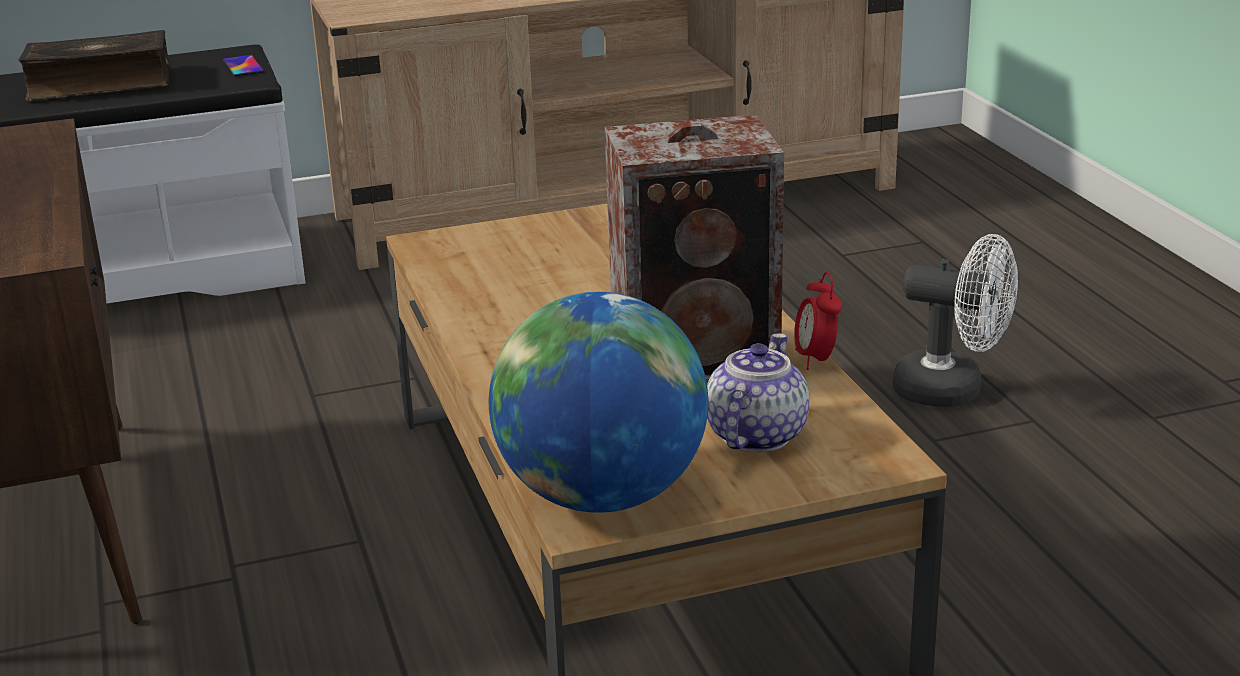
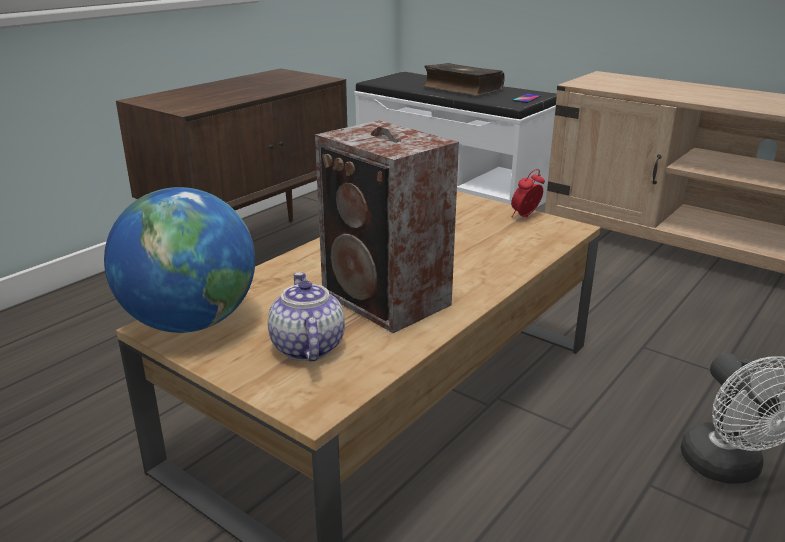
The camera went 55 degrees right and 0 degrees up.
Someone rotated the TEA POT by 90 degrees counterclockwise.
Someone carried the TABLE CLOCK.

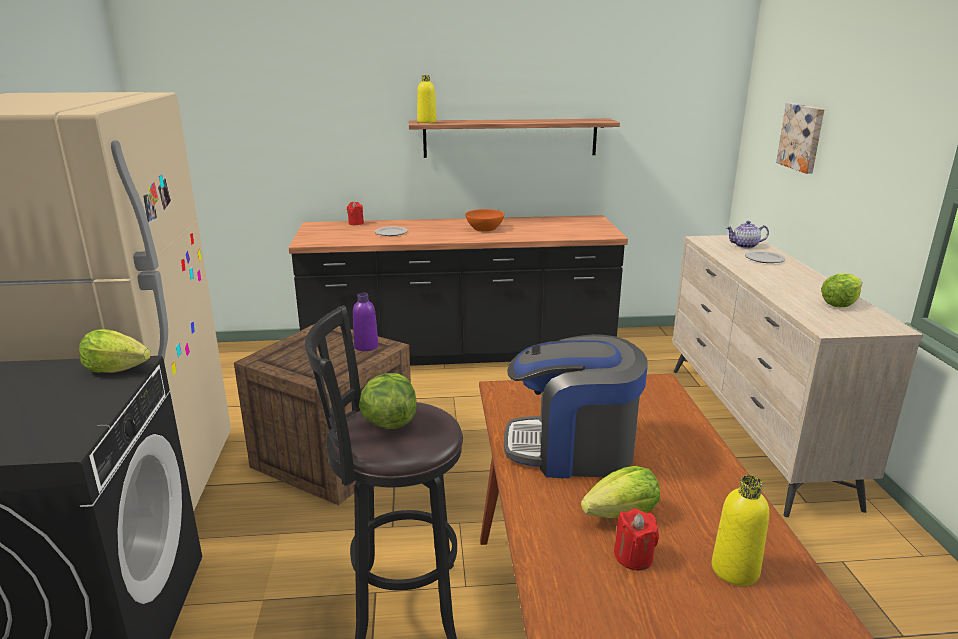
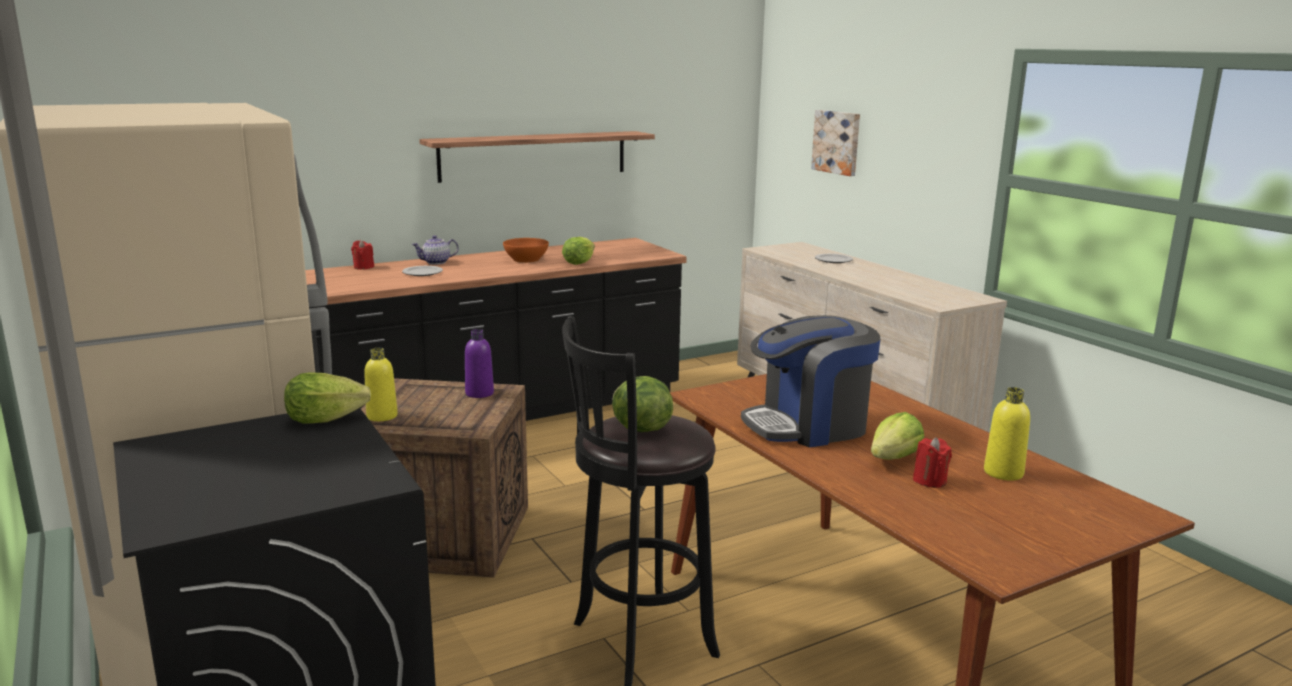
The camera went 25 degrees left and 5 degrees down.
Someone carried the YELLOW-COLOURED BOTTLE (1st from left).
Someone carried the TEA POT.
Someone carried the HEAD OF LETTUCE (4th from left in the first image).

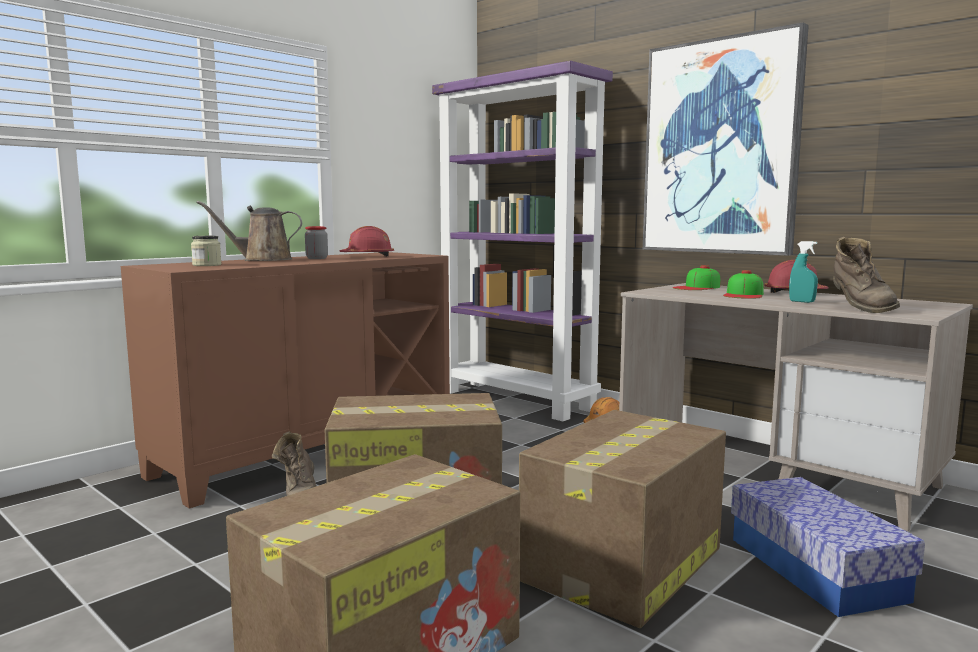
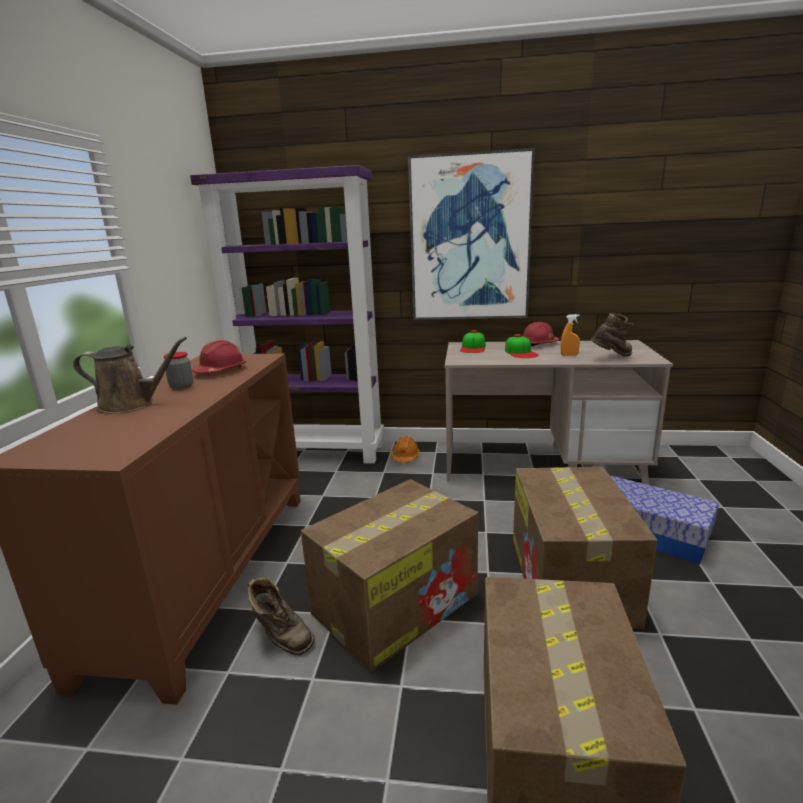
The camera went 35 degrees left and 10 degrees up.
Someone rotated the BROWN-COLOURED SPRINKLING CAN by 135 degrees counterclockwise.
Someone repainted the BLUE-GREEN SPRAYER, which became the ORANGE SPRAYER.
Someone rotated the BROWN-COLOURED TALL BOOT (2nd from left) by 75 degrees counterclockwise.
Someone took away the JAR (1st from left).

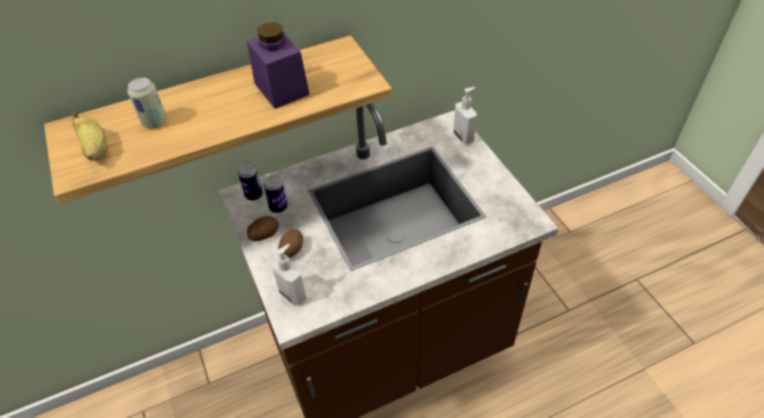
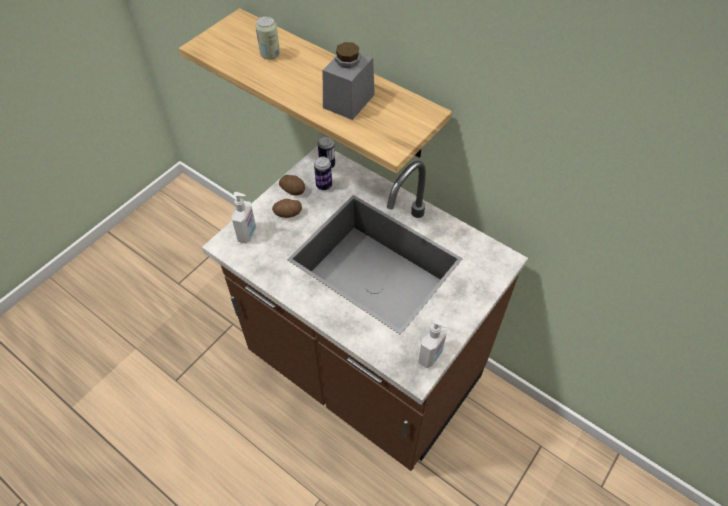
The camera went 60 degrees right and 5 degrees up.
Someone repainted the PURPLE JAR, which became the GREY JAR.
Someone carried the SOAP DISPENSER (2nd from left).
Someone took away the WHOLE BANANA.

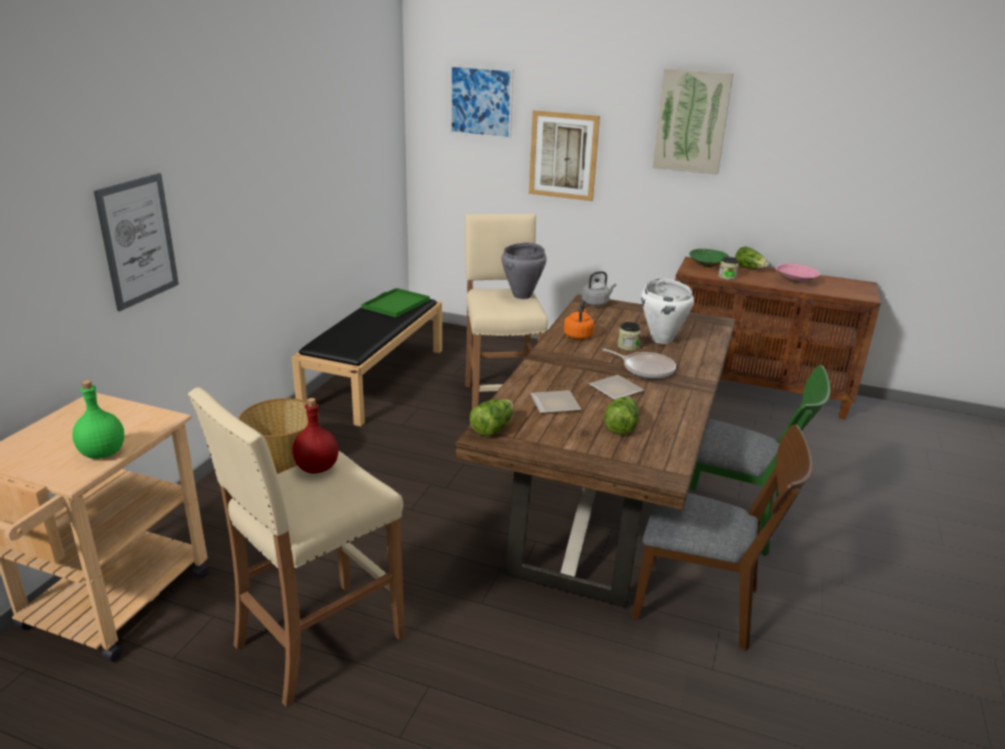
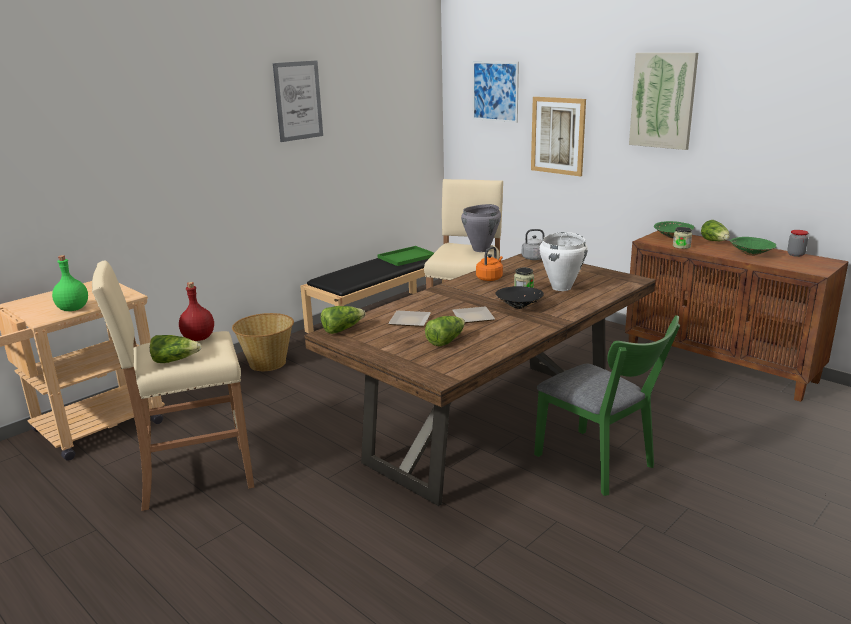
The camera went 25 degrees right and 5 degrees down.
Someone put down the HEAD OF LETTUCE (1st from left).
Someone carried the WALL PICTURE (1st from left).
Someone swapped the PAN for the BLACK DEEP DISH.
Someone repainted the PINK DEEP DISH, which became the GREEN-COLOURED DEEP DISH (2nd from left).
Someone put down the JAR (3rd from left).
Someone took away the BROWN-COLOURED CHAIR.

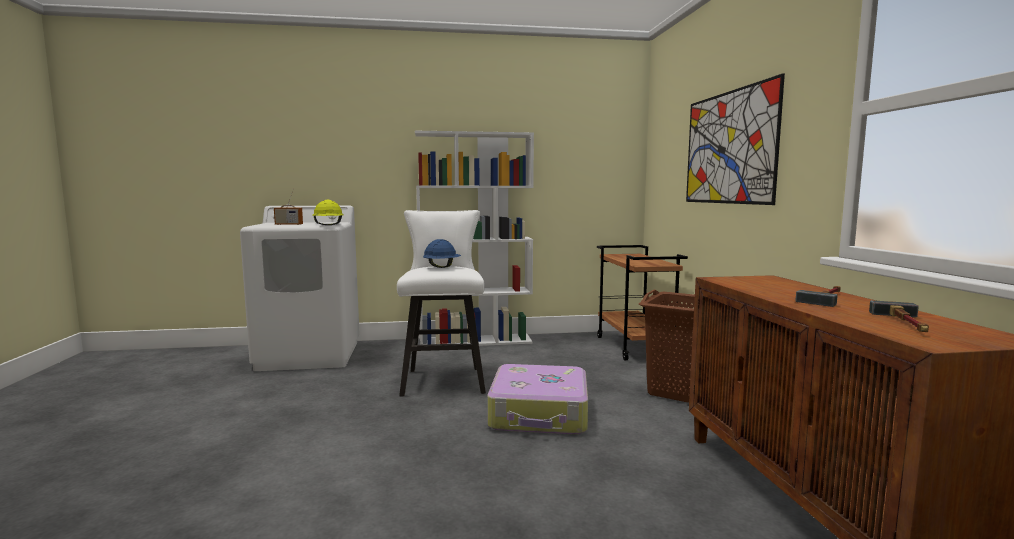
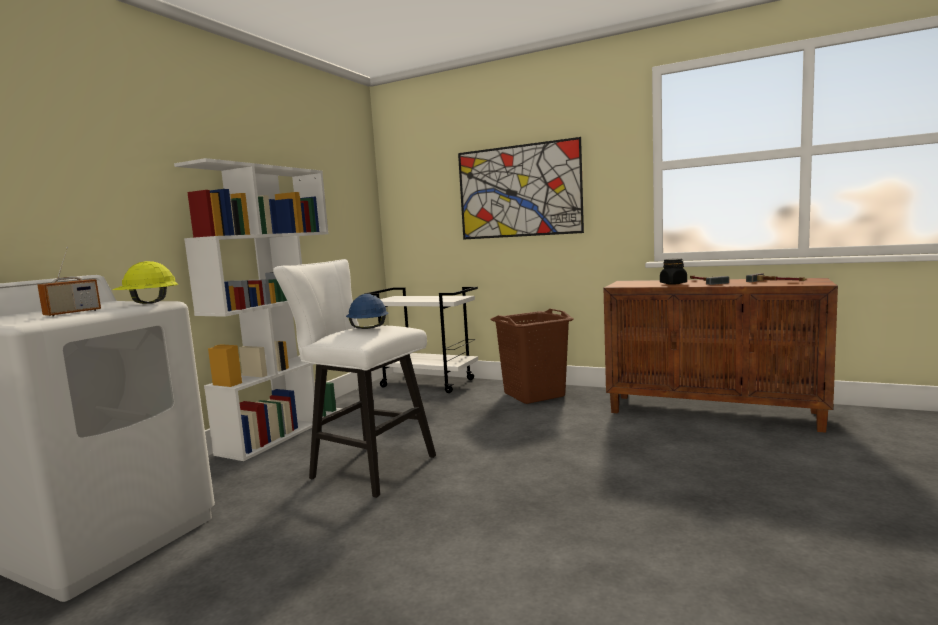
The camera went 55 degrees left and 0 degrees up.
Someone repainted the BROWN-COLOURED TROLLEY, which became the WHITISH TROLLEY.
Someone put down the BLACK JAR.
Someone took away the PIECE OF LUGGAGE.

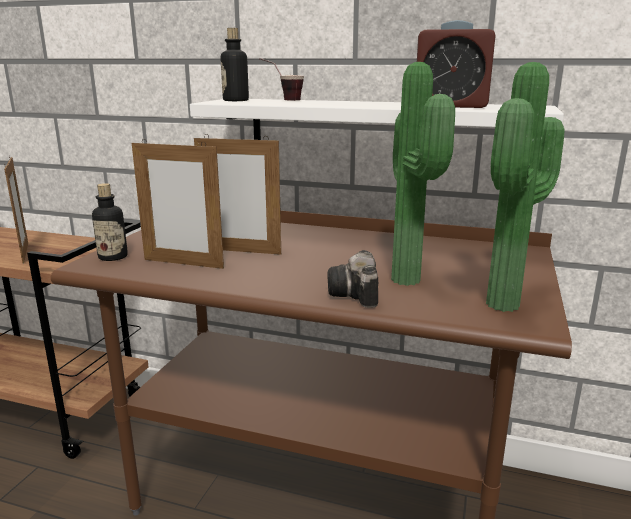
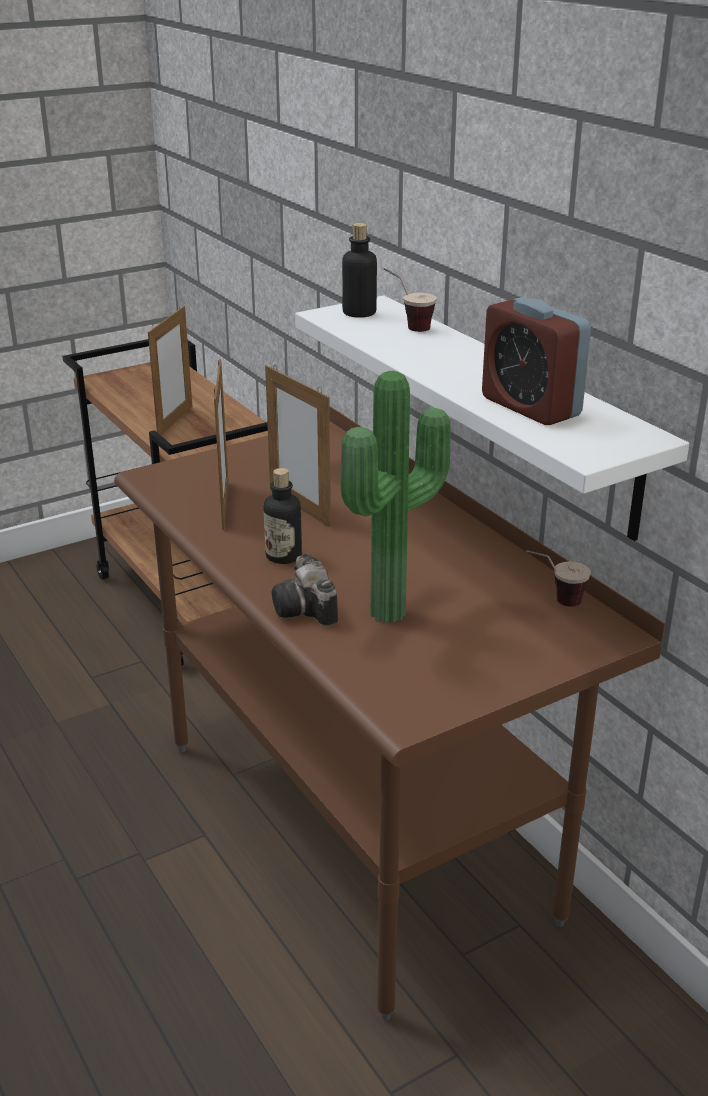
The camera went 40 degrees right and 10 degrees up.
Someone rotated the PHOTO FRAME (2nd from left) by 150 degrees counterclockwise.
Someone carried the BOTTLE (1st from left).
Someone rotated the STILL CAMERA by 60 degrees counterclockwise.
Someone put down the CUP (2nd from left).
Someone took away the HOUSEPLANT (2nd from left).

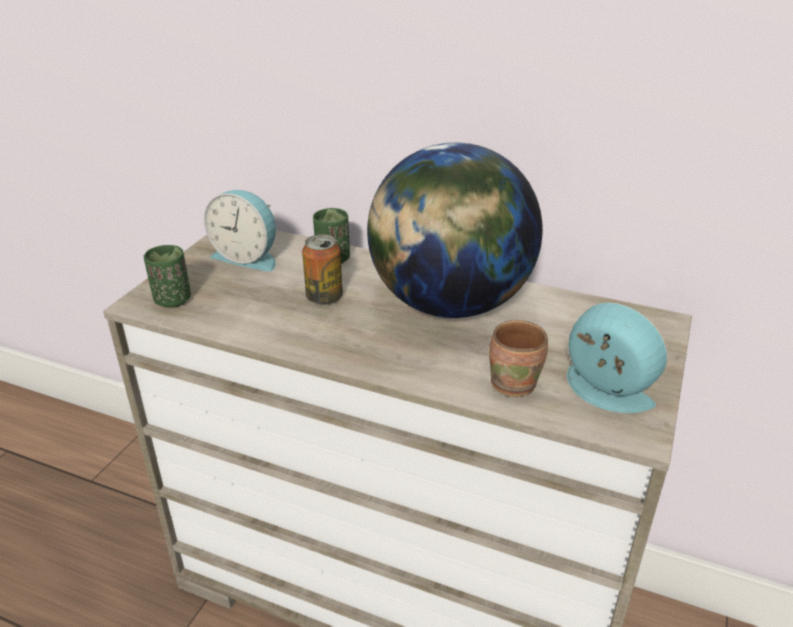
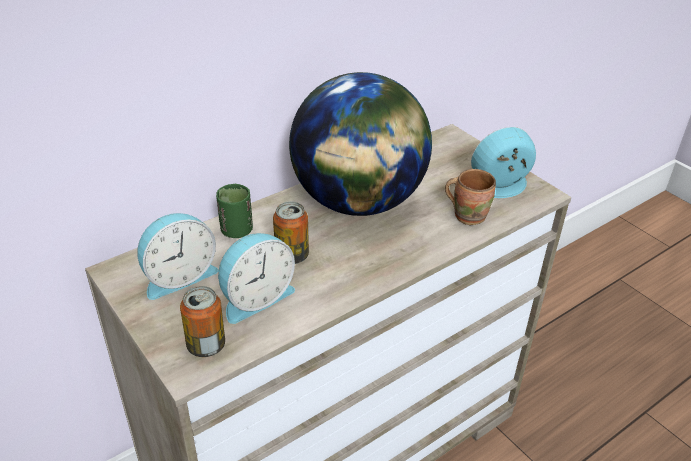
The camera went 60 degrees left and 5 degrees up.
Someone swapped the GREEN-COLOURED CUP (1st from left) for the CAN (1st from left).
Someone put down the TABLE CLOCK (2nd from left).

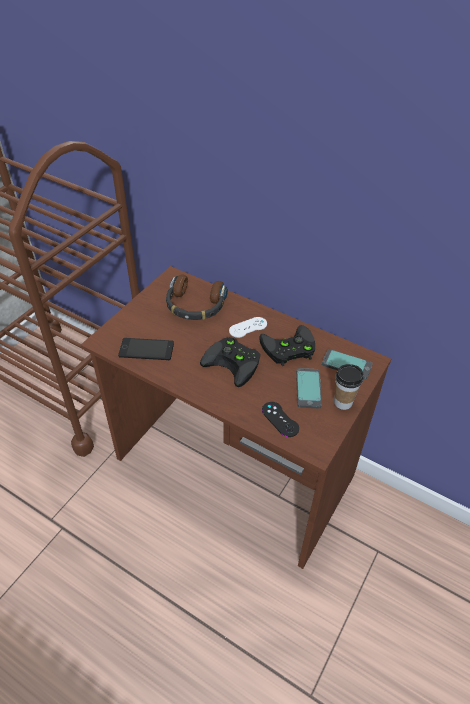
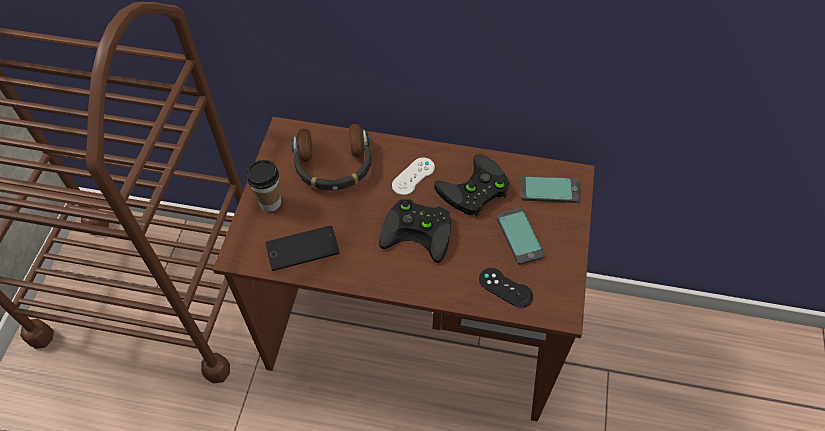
The camera went 20 degrees left and 10 degrees up.
Someone carried the CUP.

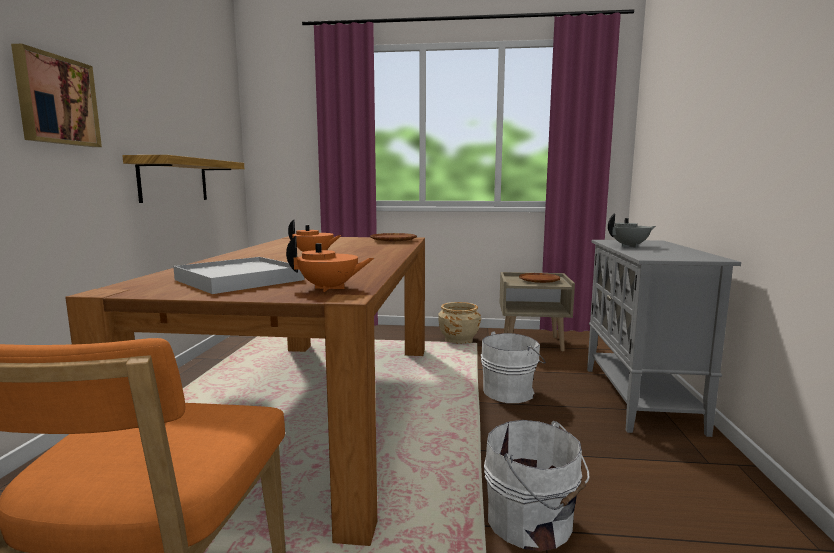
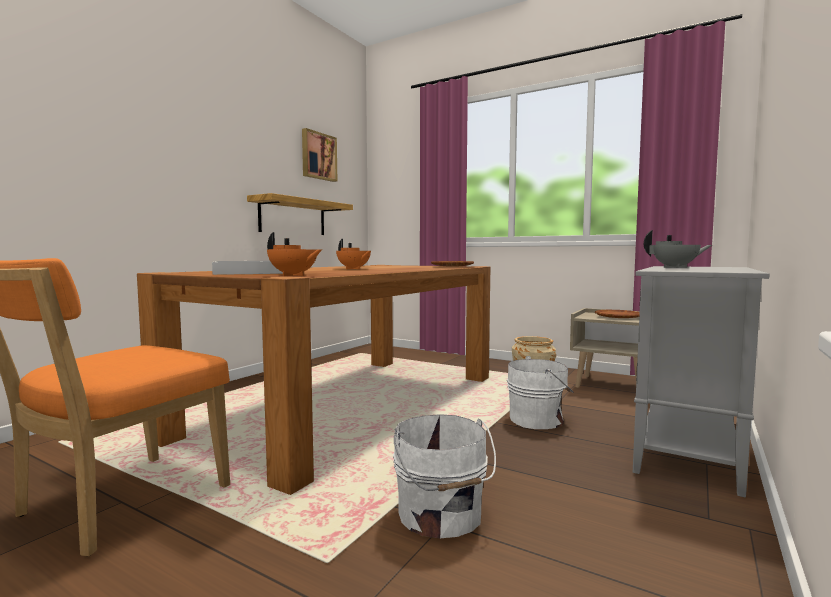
The camera went 25 degrees right and 5 degrees down.
Someone carried the WALL PICTURE.

